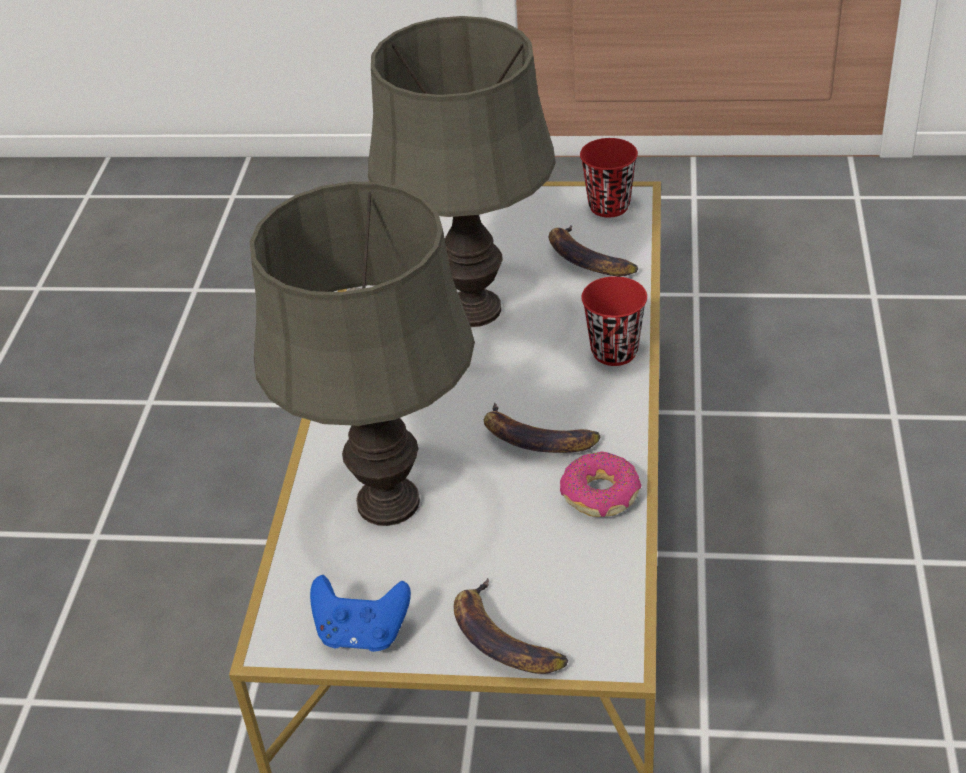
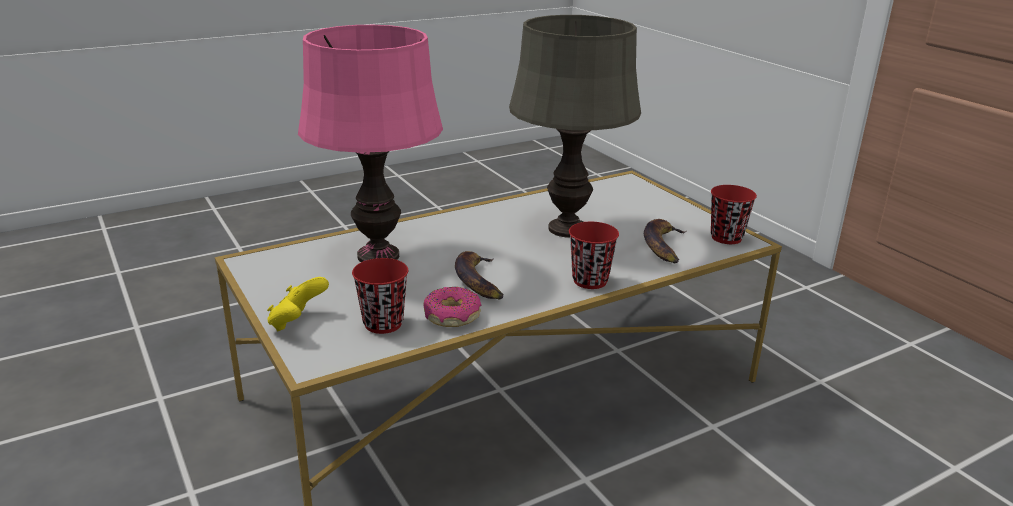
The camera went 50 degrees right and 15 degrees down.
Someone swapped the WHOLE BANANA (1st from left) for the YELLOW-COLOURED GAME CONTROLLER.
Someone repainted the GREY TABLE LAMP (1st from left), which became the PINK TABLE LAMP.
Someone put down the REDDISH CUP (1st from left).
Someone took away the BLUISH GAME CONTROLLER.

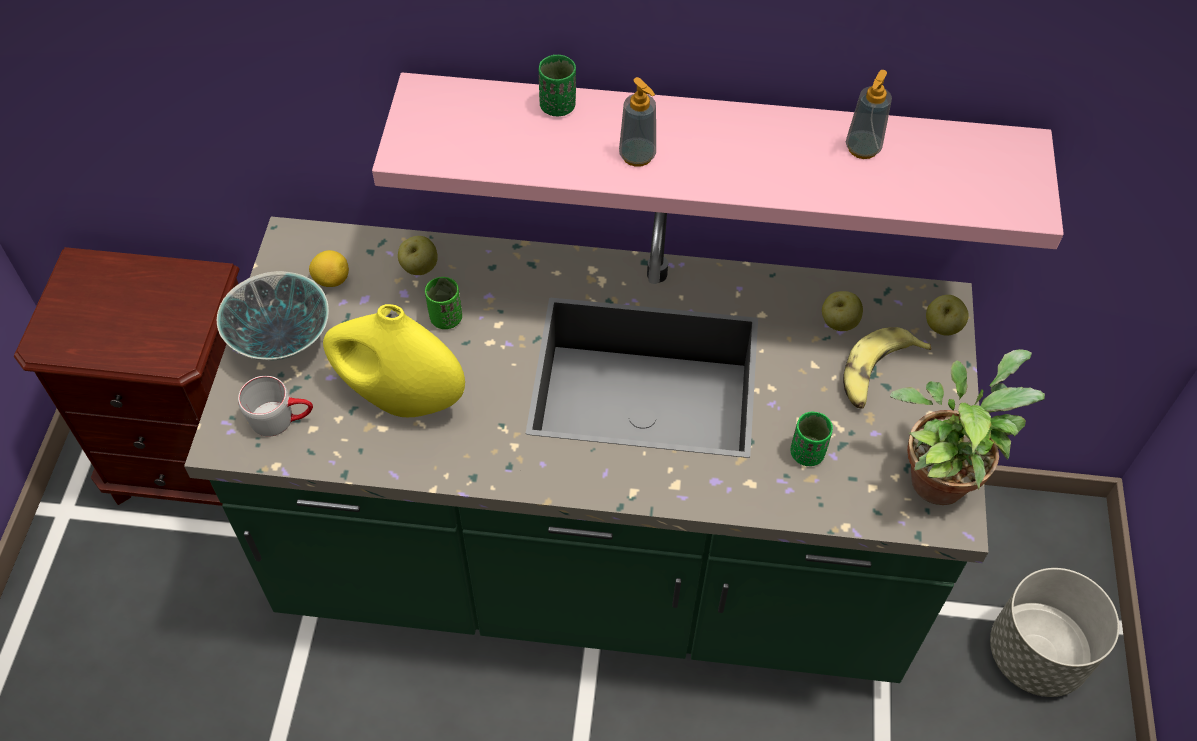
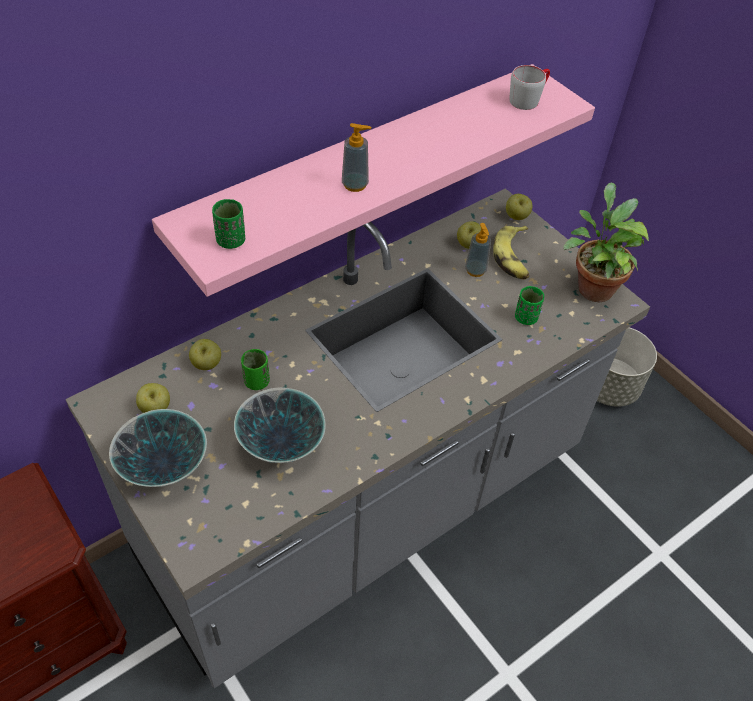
The camera went 45 degrees left and 5 degrees down.
Someone repainted the GREEN-COLOURED KITCHEN BASE UNIT, which became the GREY KITCHEN BASE UNIT.
Someone swapped the WHOLE LEMON for the APPLE FRUIT (1st from left).
Someone carried the GREEN-COLOURED CUP (2nd from left in the first image).
Someone swapped the YELLOW-COLOURED VASE for the DEEP DISH (2nd from left).
Someone carried the SOAP DISPENSER (2nd from left).
Someone carried the GREY MUG.

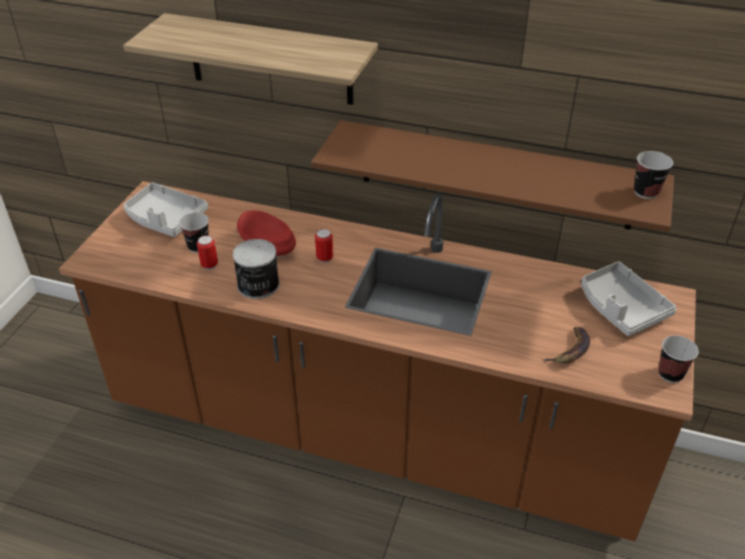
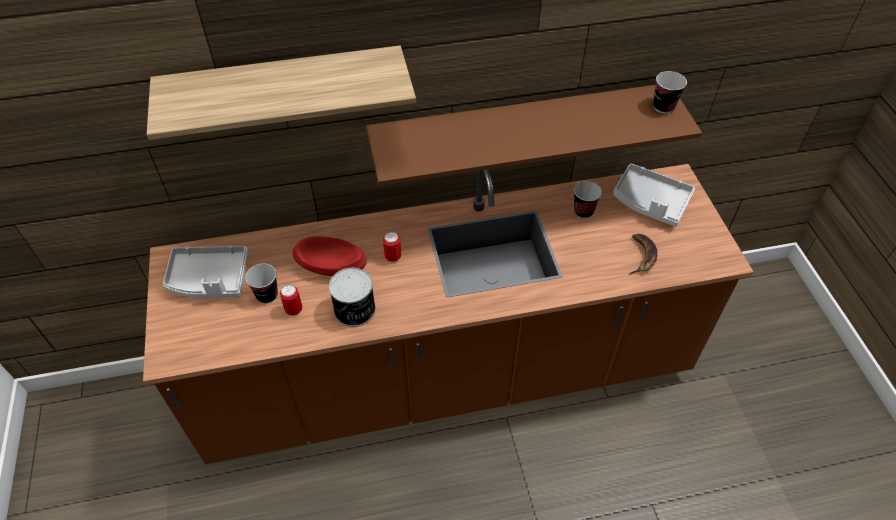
The camera went 30 degrees left and 10 degrees up.
Someone carried the CUP (3rd from left in the first image).

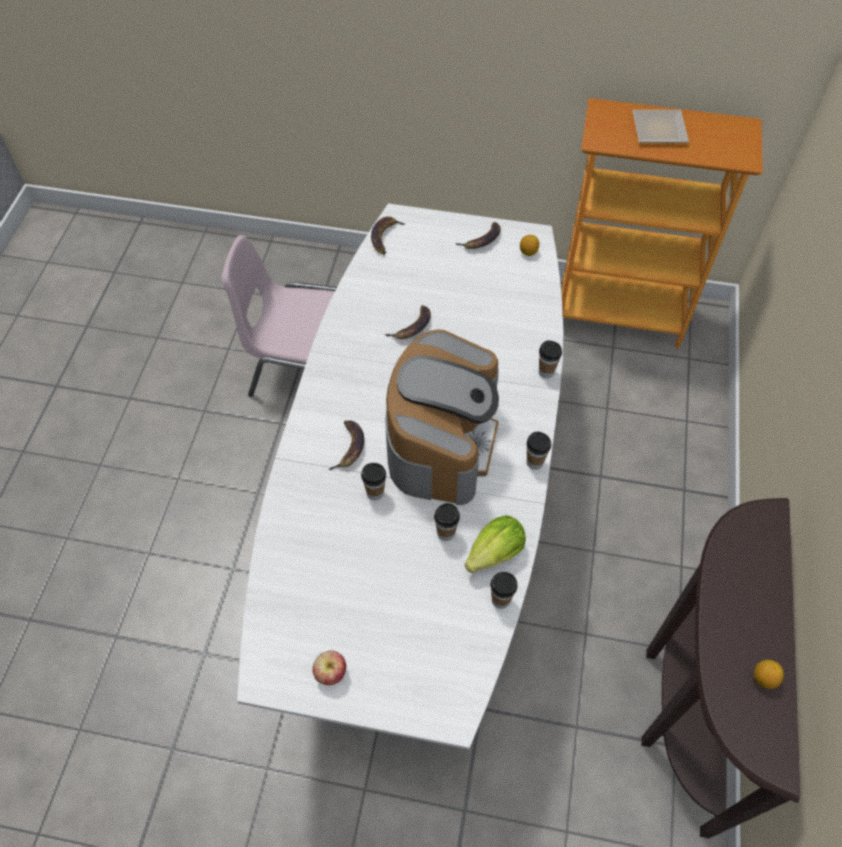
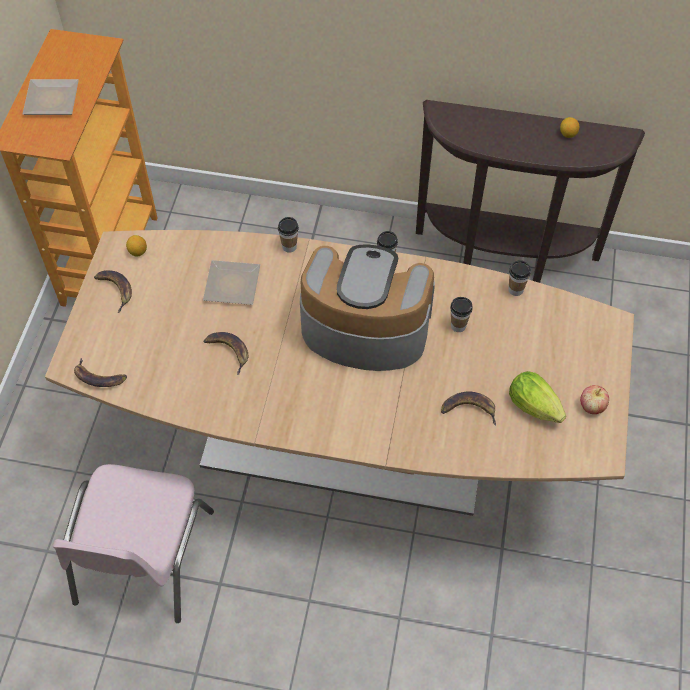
The camera went 90 degrees left and 0 degrees up.
Someone repainted the WHITISH DINNER TABLE, which became the BROWN-COLOURED DINNER TABLE.
Someone put down the FLAT DISH (2nd from left).
Someone carried the WHOLE BANANA (1st from left in the first image).
Someone carried the HEAD OF LETTUCE.
Someone took away the CUP (1st from left).

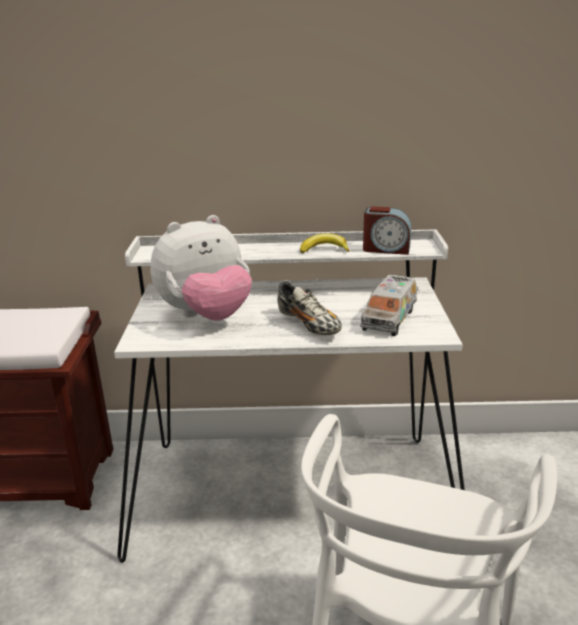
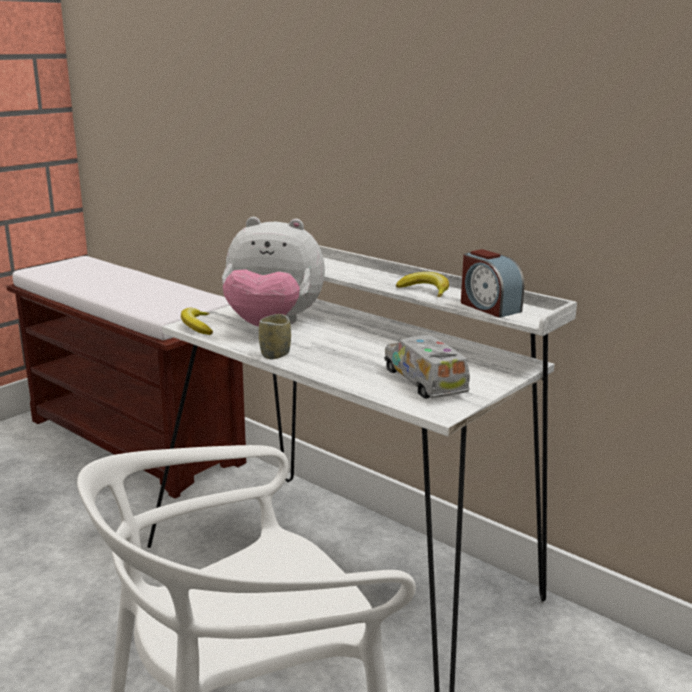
The camera went 40 degrees right and 5 degrees down.
Someone put down the WHOLE BANANA (1st from left).
Someone put down the CUP.
Someone rotated the TOY TRUCK by 90 degrees clockwise.
Someone took away the LOW SHOE.

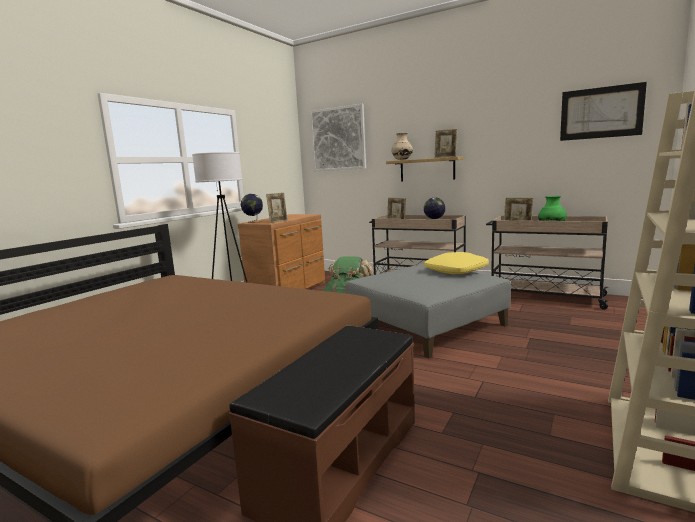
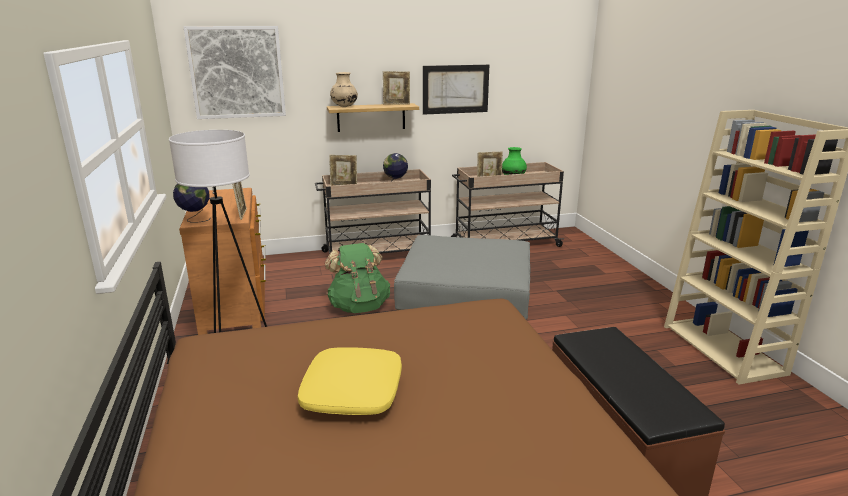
The camera went 45 degrees left and 10 degrees up.
Someone carried the YELLOW-COLOURED CUSHION.
Someone carried the WALL PICTURE (2nd from left).

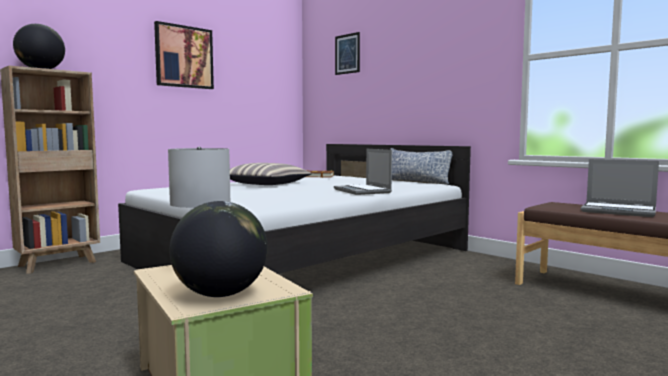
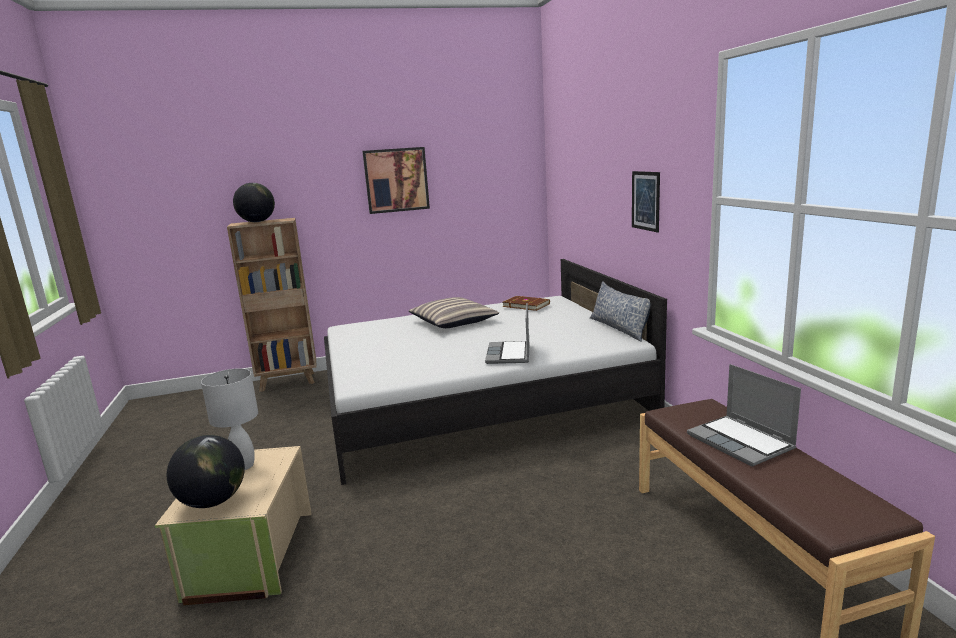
The camera went 30 degrees right and 10 degrees up.
Someone carried the WALL PICTURE (2nd from left).

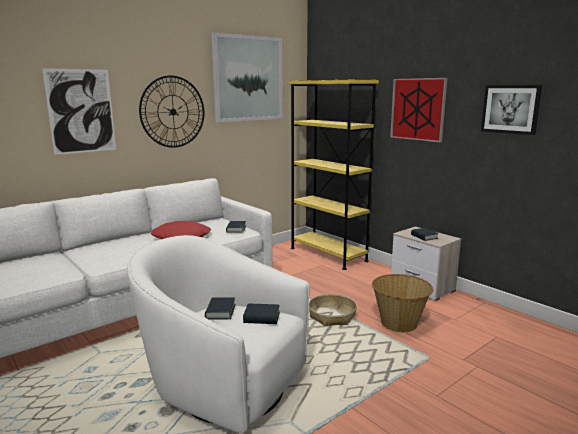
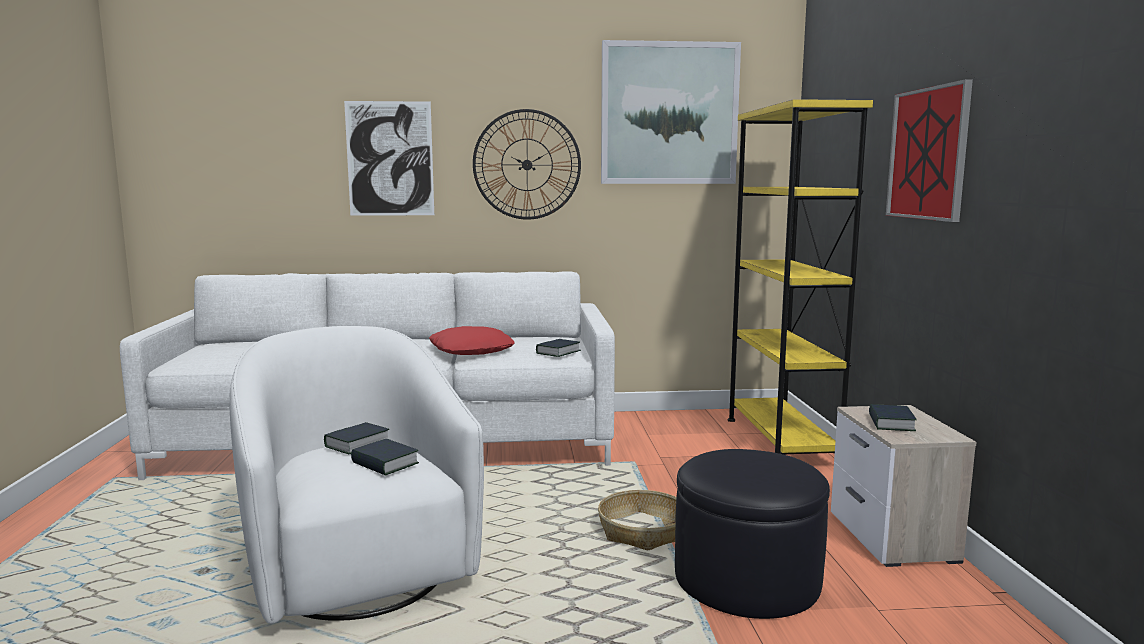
The camera went 35 degrees right and 5 degrees down.
Someone swapped the STORAGE BASKET (2nd from left) for the BLACK OTTOMAN.
Someone took away the WALL PICTURE (4th from left).

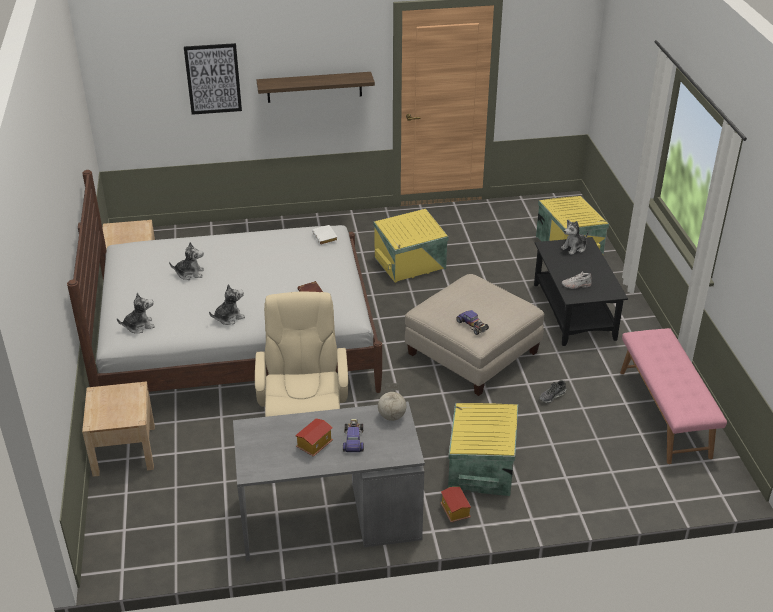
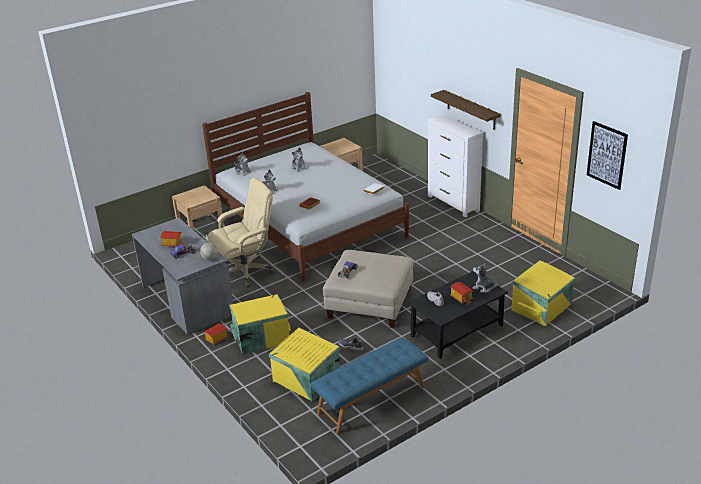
The camera went 65 degrees right and 5 degrees down.
Someone carried the YELLOW-COLOURED STORAGE BOX (1st from left in the first image).
Someone repainted the PINK LONG SEAT, which became the BLUISH LONG SEAT.
Someone put down the WHITISH CHEST OF DRAWERS.
Someone put down the MODEL HOUSE (3rd from left).
Someone carried the WALL PICTURE.

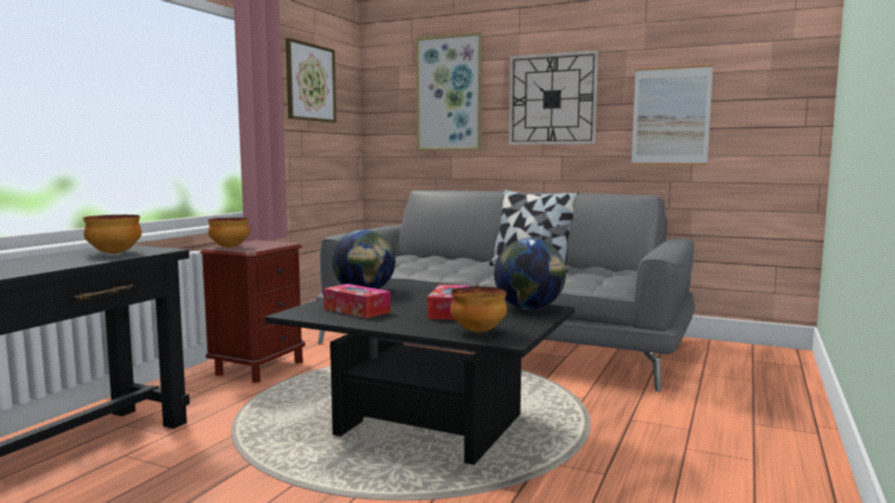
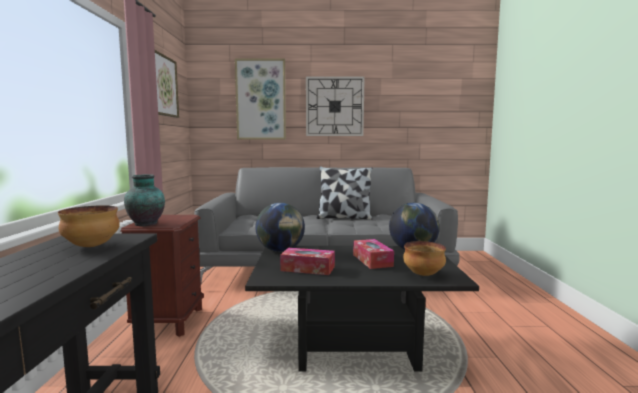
The camera went 25 degrees left and 0 degrees up.
Someone swapped the DEEP DISH (2nd from left) for the VASE.
Someone took away the WALL PICTURE (3rd from left).

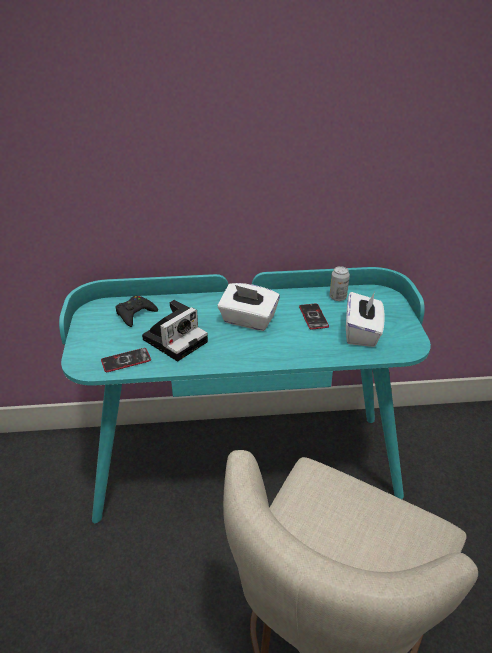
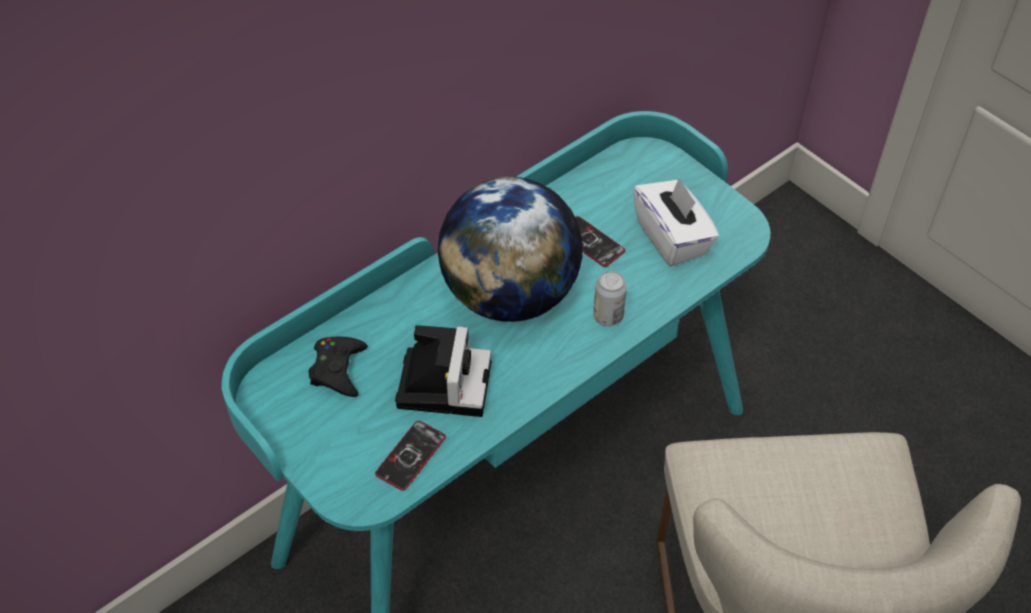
The camera went 35 degrees left and 15 degrees up.
Someone swapped the WHITISH TISSUE HOLDER (1st from left) for the WORLD GLOBE.
Someone carried the CAN.

